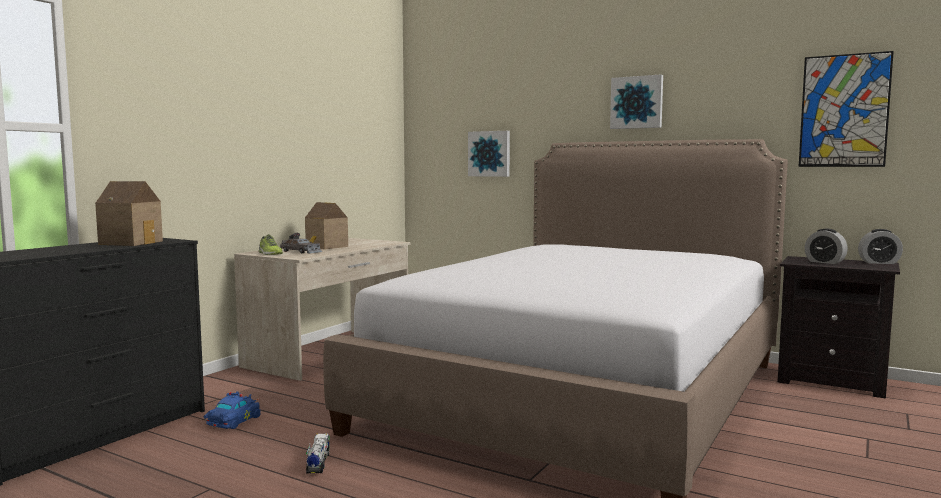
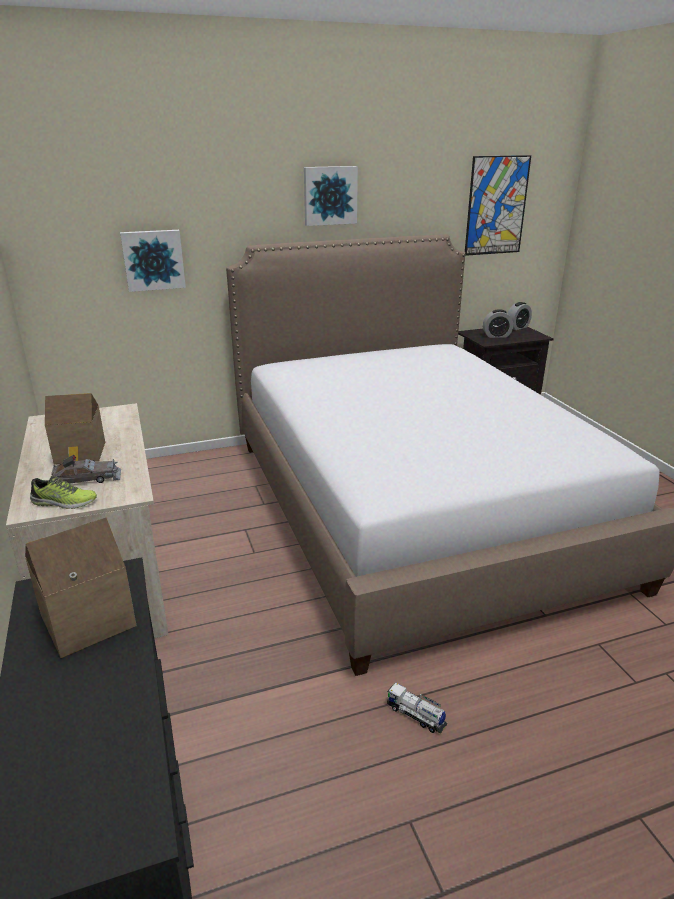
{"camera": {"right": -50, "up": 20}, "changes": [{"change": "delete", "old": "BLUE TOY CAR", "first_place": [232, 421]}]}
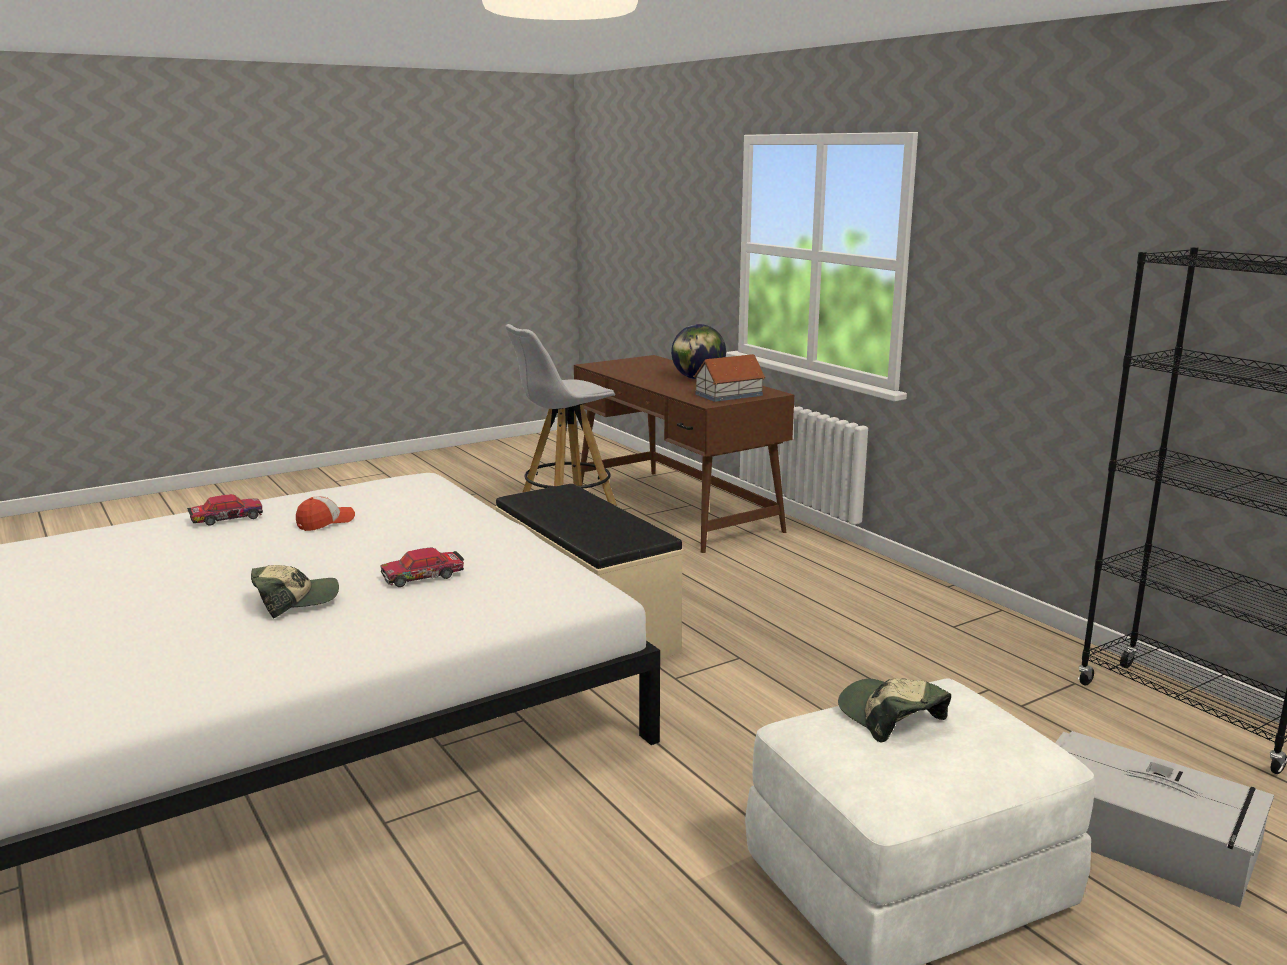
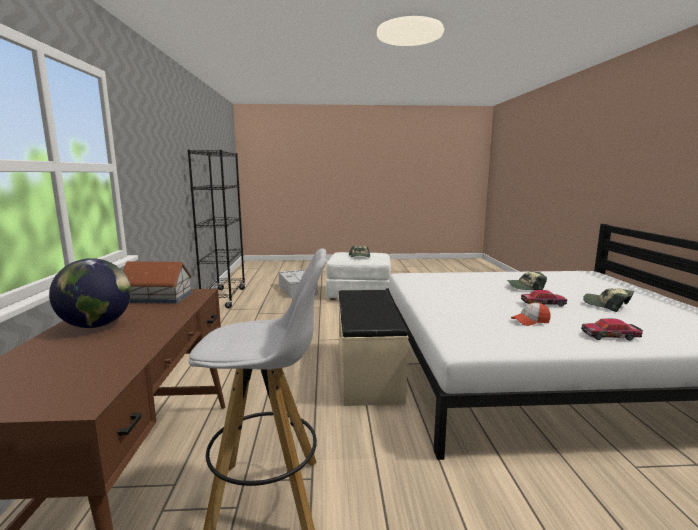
{"camera": {"right": -150, "up": -5}, "changes": [{"change": "move", "old": "TOY CAR", "first_place": [423, 576], "second_place": [542, 304]}, {"change": "insert", "new": "BASEBALL CAP", "second_place": [607, 305]}]}
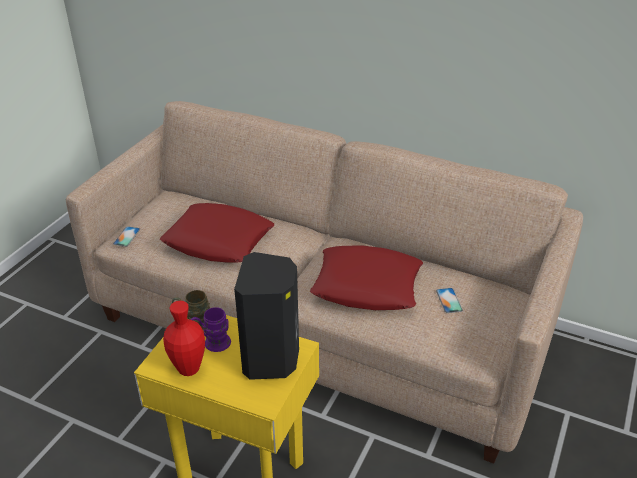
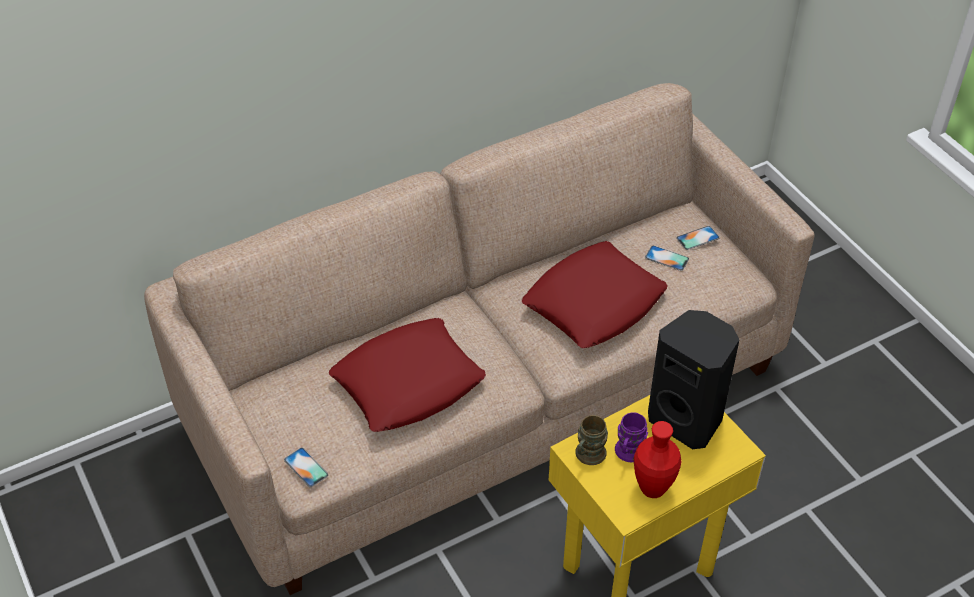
{"camera": {"right": -55, "up": 10}, "changes": [{"change": "insert", "new": "HANDSET", "second_place": [697, 238]}]}
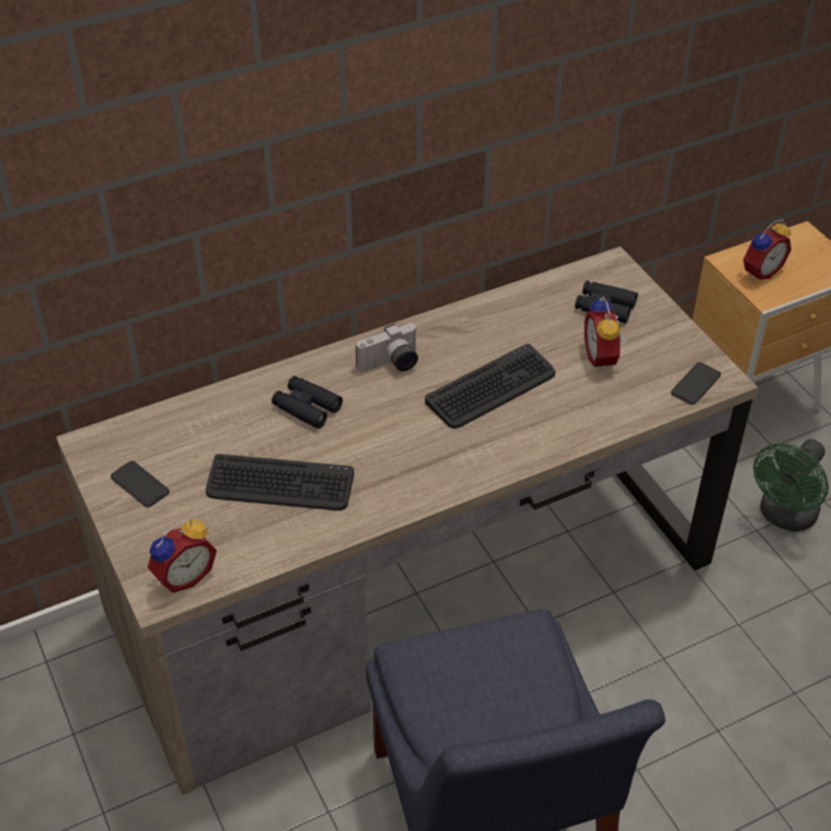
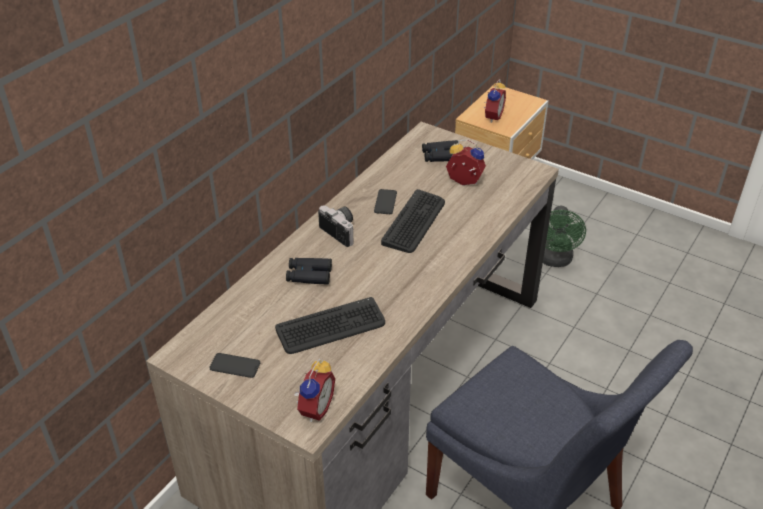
{"camera": {"right": -30, "up": -5}, "changes": [{"change": "rotate", "old": "PHOTO CAMERA", "first_place": [391, 364], "second_place": [341, 231], "degrees": -75}, {"change": "move", "old": "HANDSET", "first_place": [695, 384], "second_place": [385, 202]}, {"change": "rotate", "old": "ALARM CLOCK", "first_place": [603, 357], "second_place": [463, 182], "degrees": 150}]}
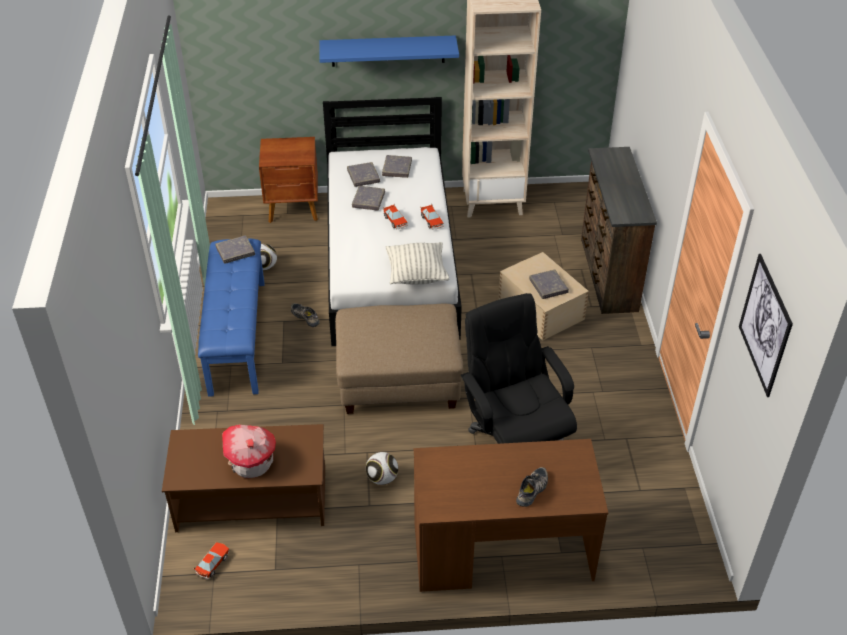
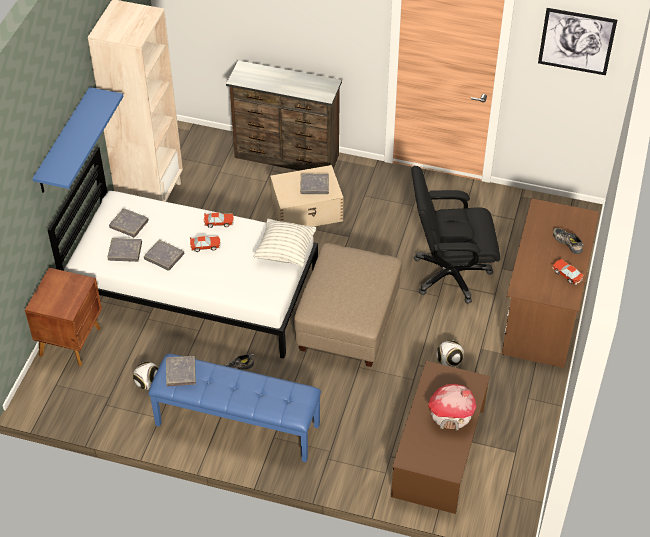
{"camera": {"right": -70, "up": 5}, "changes": [{"change": "move", "old": "TOY CAR", "first_place": [213, 563], "second_place": [567, 275]}]}
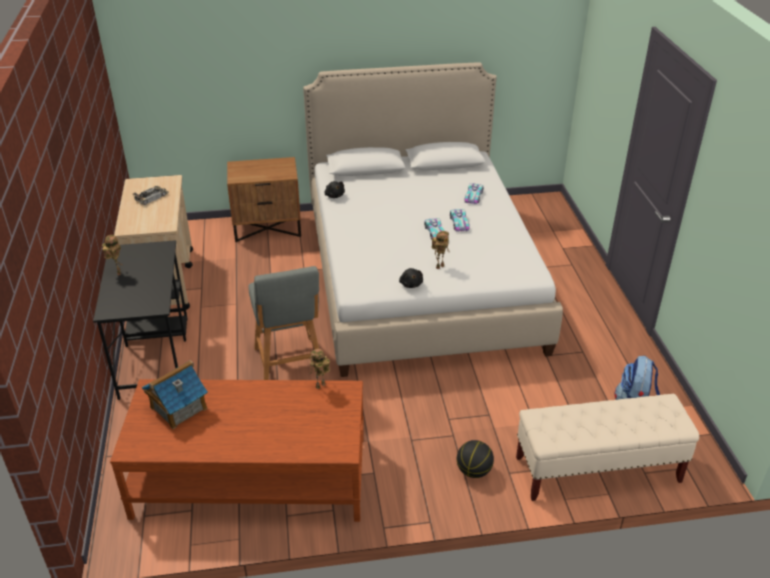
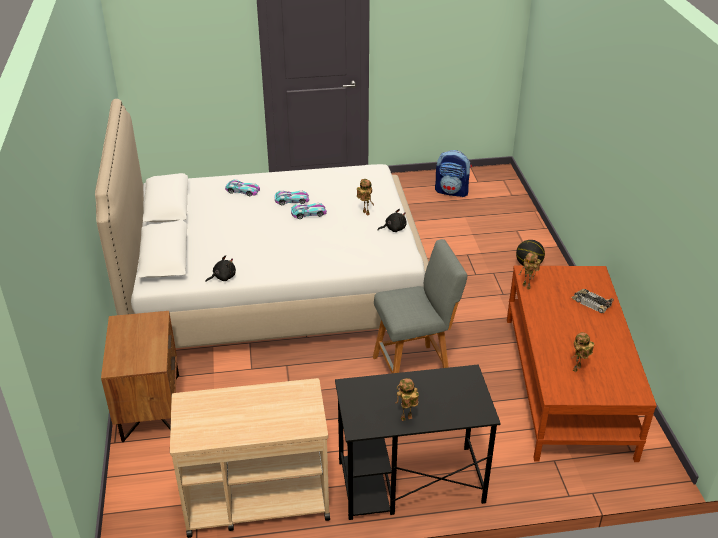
{"camera": {"right": -90, "up": 0}, "changes": [{"change": "replace", "old": "TOY HOUSE", "new": "ROBOT FIGURE", "first_place": [178, 408], "second_place": [577, 370]}, {"change": "move", "old": "TOY CAR", "first_place": [152, 197], "second_place": [591, 303]}, {"change": "delete", "old": "SAND-COLOURED BENCH", "first_place": [597, 470]}]}
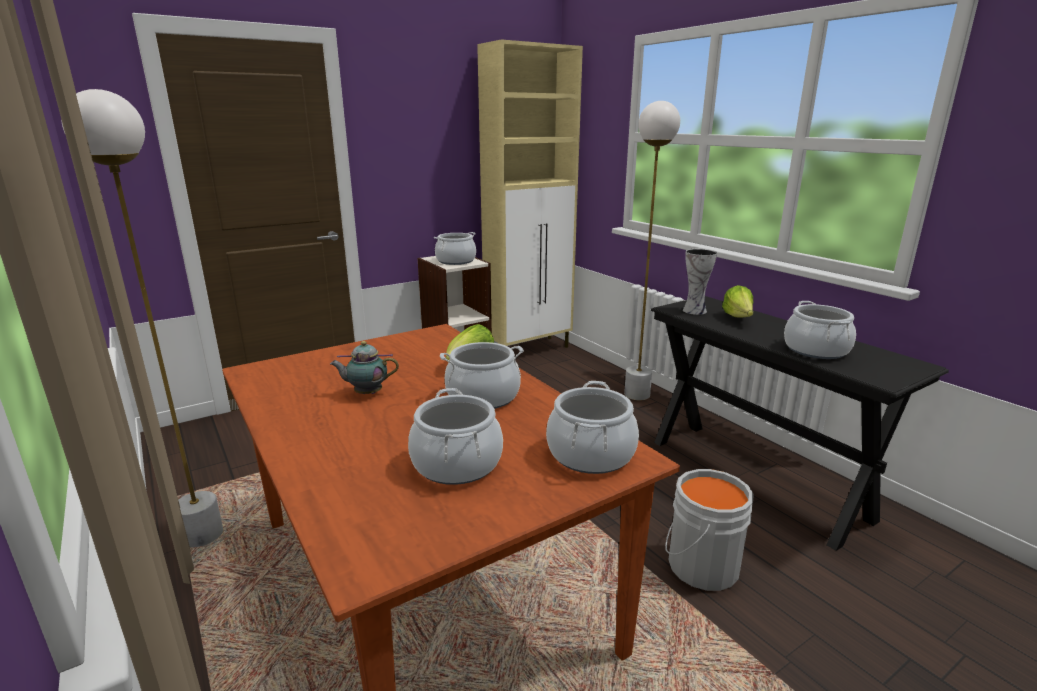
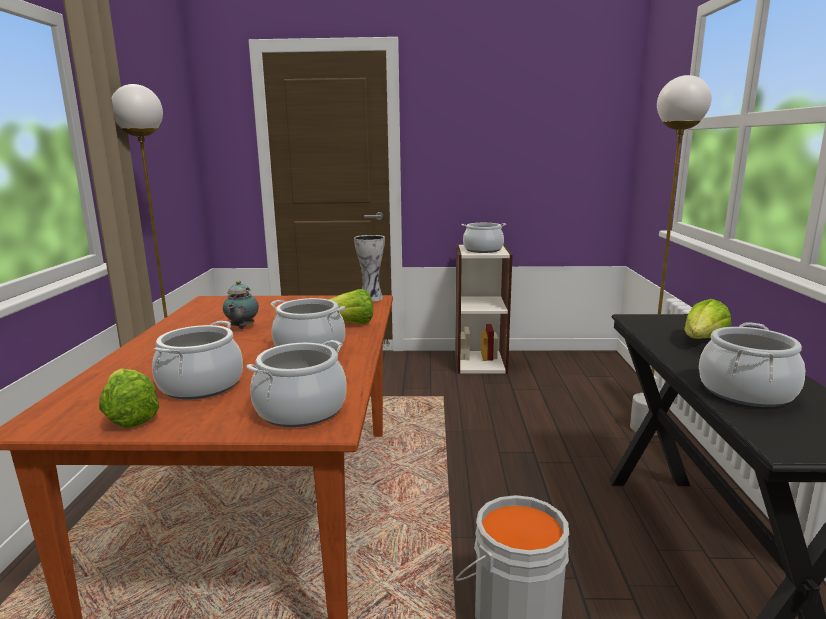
{"camera": {"right": 35, "up": -5}, "changes": [{"change": "insert", "new": "LETTUCE HEAD", "second_place": [129, 417]}, {"change": "rotate", "old": "TEAPOT", "first_place": [366, 393], "second_place": [241, 328], "degrees": -120}, {"change": "move", "old": "VASE", "first_place": [694, 310], "second_place": [372, 298]}, {"change": "delete", "old": "SAND-COLOURED CUPBOARD", "first_place": [529, 349]}]}
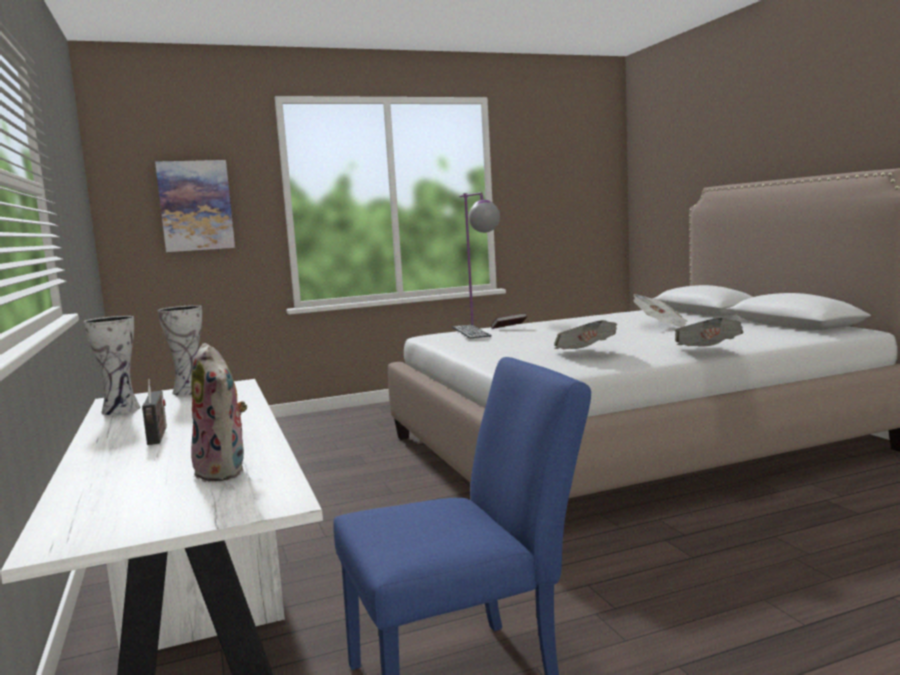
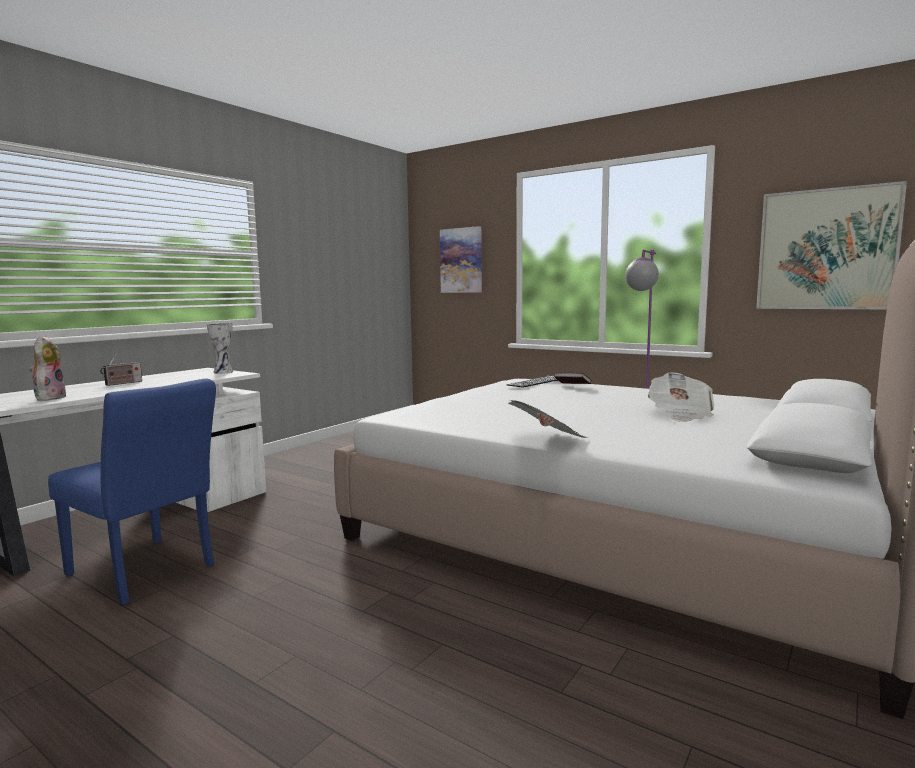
{"camera": {"right": 55, "up": 0}, "changes": [{"change": "rotate", "old": "SOFT TOY", "first_place": [225, 471], "second_place": [49, 398], "degrees": 150}, {"change": "insert", "new": "WALL ART", "second_place": [826, 249]}, {"change": "delete", "old": "VASE", "first_place": [123, 409]}, {"change": "delete", "old": "DAILY PAPER", "first_place": [585, 354]}]}
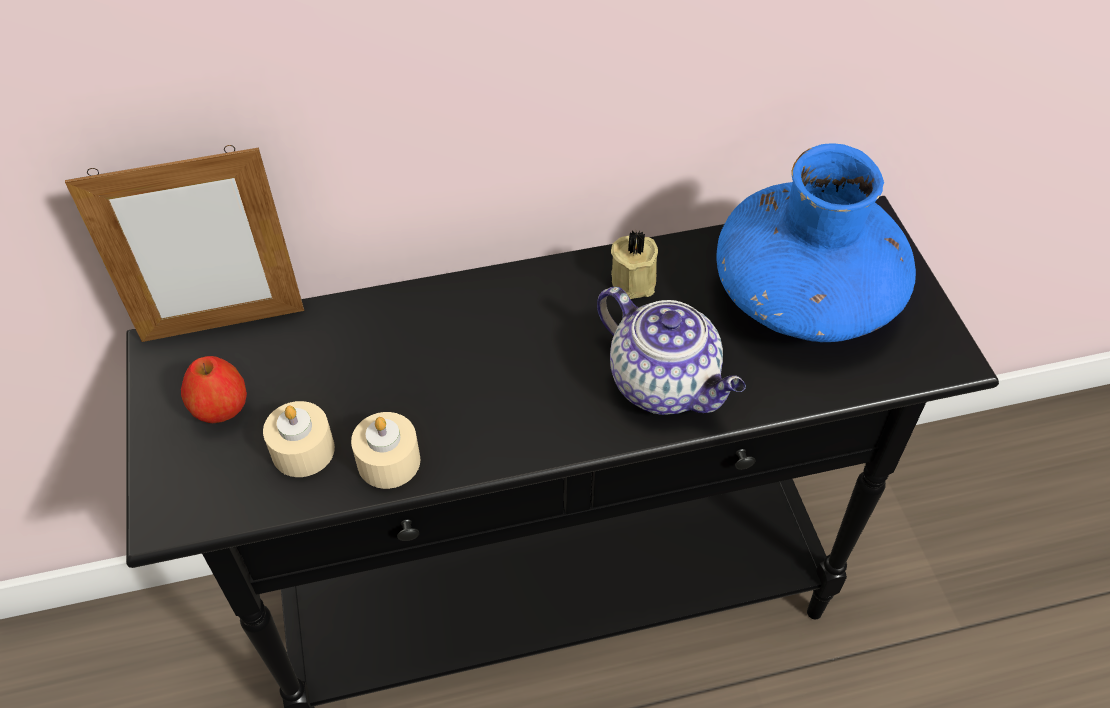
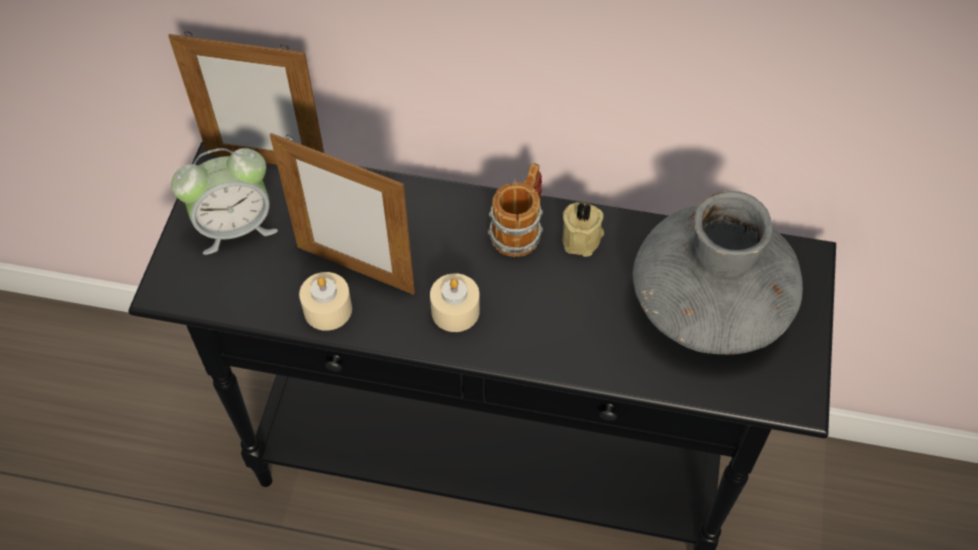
{"camera": {"right": 25, "up": 5}, "changes": [{"change": "replace", "old": "WHOLE APPLE", "new": "ALARM CLOCK", "first_place": [221, 410], "second_place": [235, 227]}, {"change": "insert", "new": "PHOTO FRAME", "second_place": [355, 269]}, {"change": "move", "old": "SAND-COLOURED WAX LIGHT", "first_place": [303, 450], "second_place": [455, 311]}, {"change": "insert", "new": "COFFEE MUG", "second_place": [520, 228]}, {"change": "recolor", "old": "BLUE VASE", "new": "GREY VASE", "first_place": [805, 296], "second_place": [710, 303]}, {"change": "delete", "old": "TEAPOT", "first_place": [665, 384]}]}
